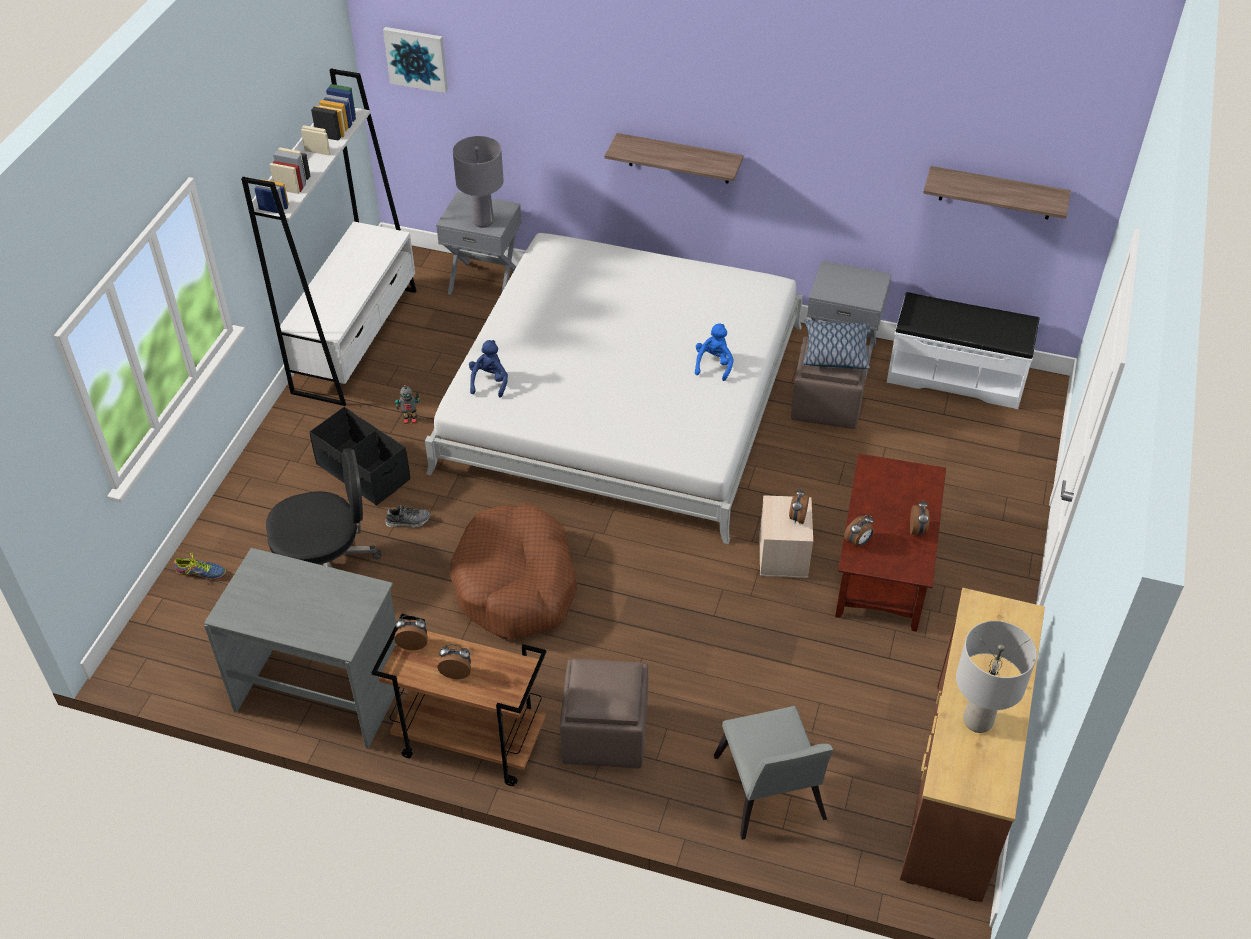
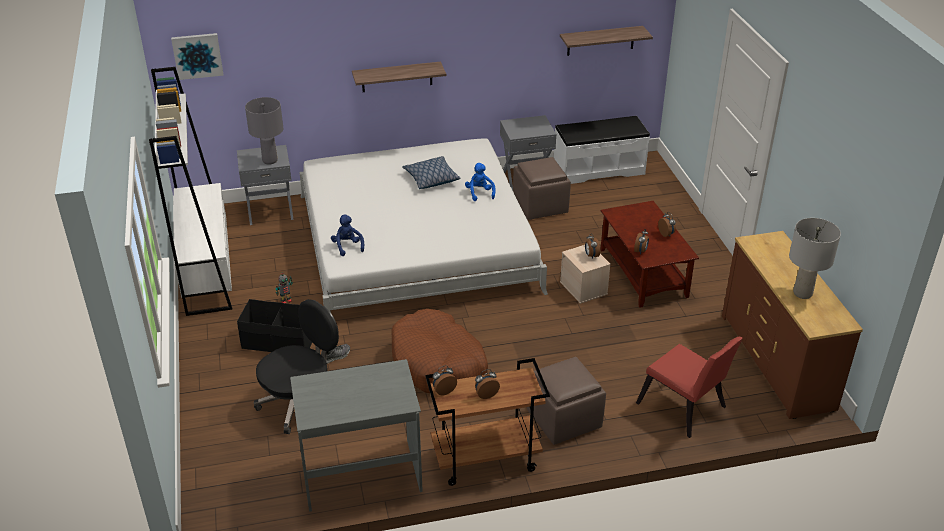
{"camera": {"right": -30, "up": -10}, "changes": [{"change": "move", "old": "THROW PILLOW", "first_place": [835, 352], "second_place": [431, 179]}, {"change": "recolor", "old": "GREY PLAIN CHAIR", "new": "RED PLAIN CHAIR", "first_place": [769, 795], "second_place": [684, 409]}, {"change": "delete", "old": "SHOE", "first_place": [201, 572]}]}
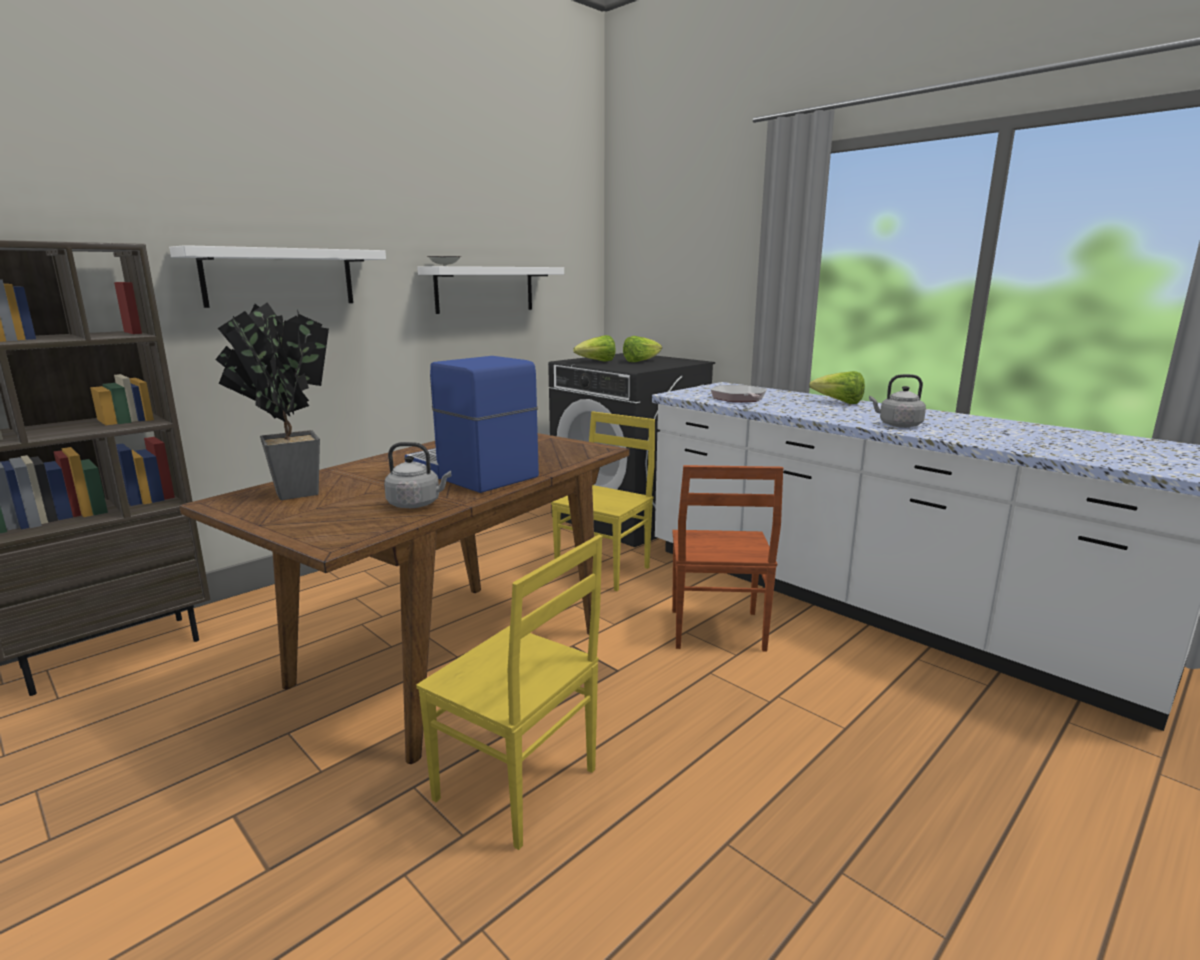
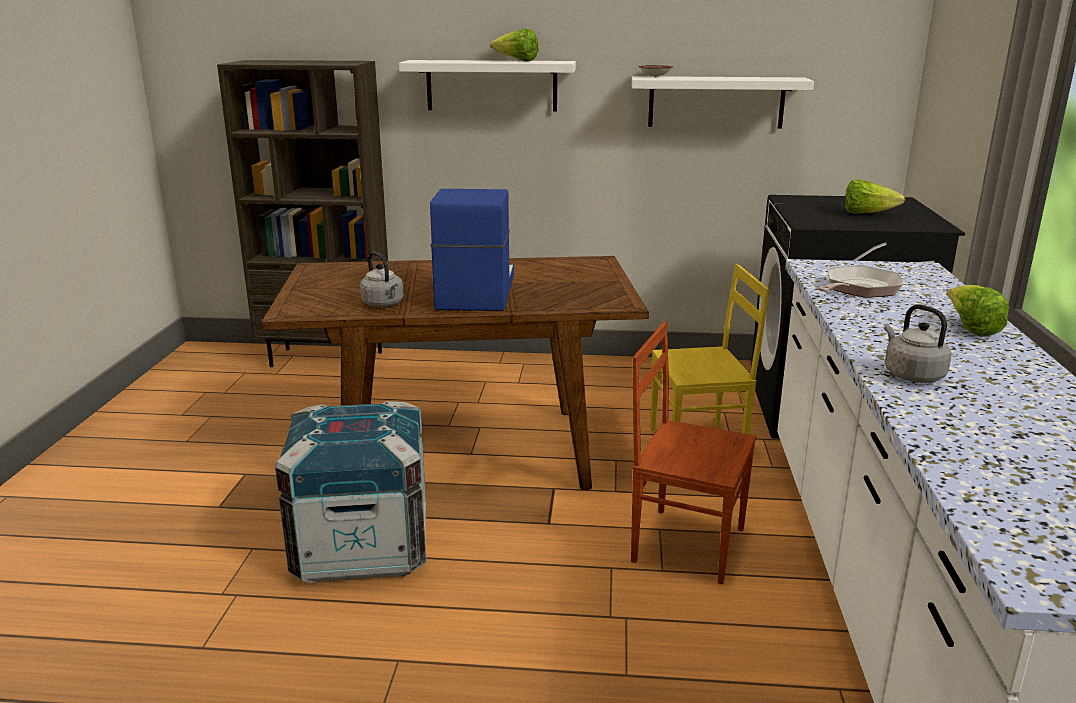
{"camera": {"right": 50, "up": 5}, "changes": [{"change": "replace", "old": "YELLOWISH PLAIN CHAIR", "new": "CRATE", "first_place": [516, 787], "second_place": [362, 547]}, {"change": "move", "old": "LETTUCE HEAD", "first_place": [597, 362], "second_place": [516, 61]}, {"change": "rotate", "old": "BROWN PLAIN CHAIR", "first_place": [715, 631], "second_place": [687, 543], "degrees": 60}, {"change": "delete", "old": "POTTED PLANT", "first_place": [288, 493]}]}
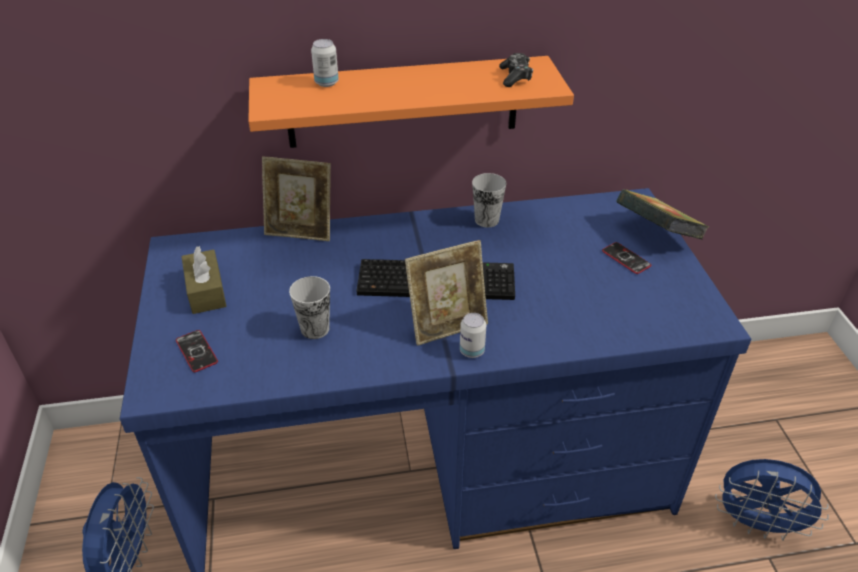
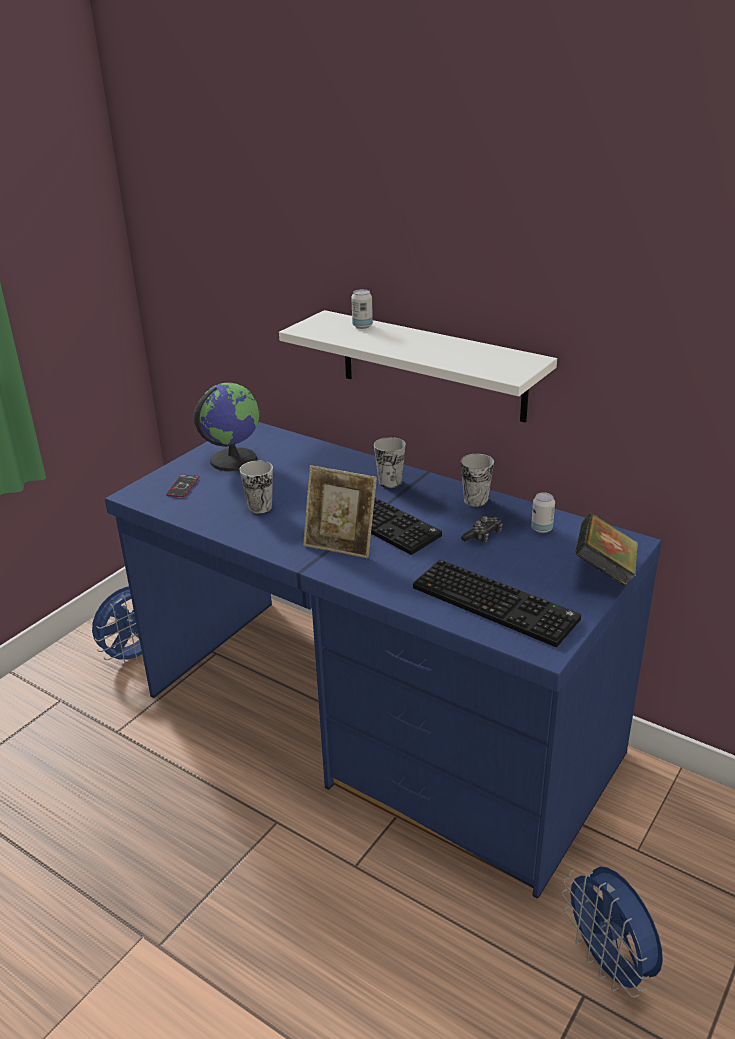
{"camera": {"right": 45, "up": -10}, "changes": [{"change": "replace", "old": "BROWN TISSUE HOLDER", "new": "WORLD GLOBE", "first_place": [206, 291], "second_place": [233, 459]}, {"change": "recolor", "old": "ORANGE WALL SHELF", "new": "WHITE-COLOURED WALL SHELF", "first_place": [403, 102], "second_place": [432, 365]}, {"change": "insert", "new": "DRINKING CUP", "second_place": [390, 482]}, {"change": "insert", "new": "PC KEYBOARD", "second_place": [497, 603]}, {"change": "move", "old": "GAME CONTROLLER", "first_place": [515, 77], "second_place": [483, 536]}, {"change": "move", "old": "SEALED CAN", "first_place": [472, 351], "second_place": [541, 529]}, {"change": "delete", "old": "PHOTO FRAME", "first_place": [300, 230]}, {"change": "delete", "old": "HANDSET", "first_place": [626, 258]}]}
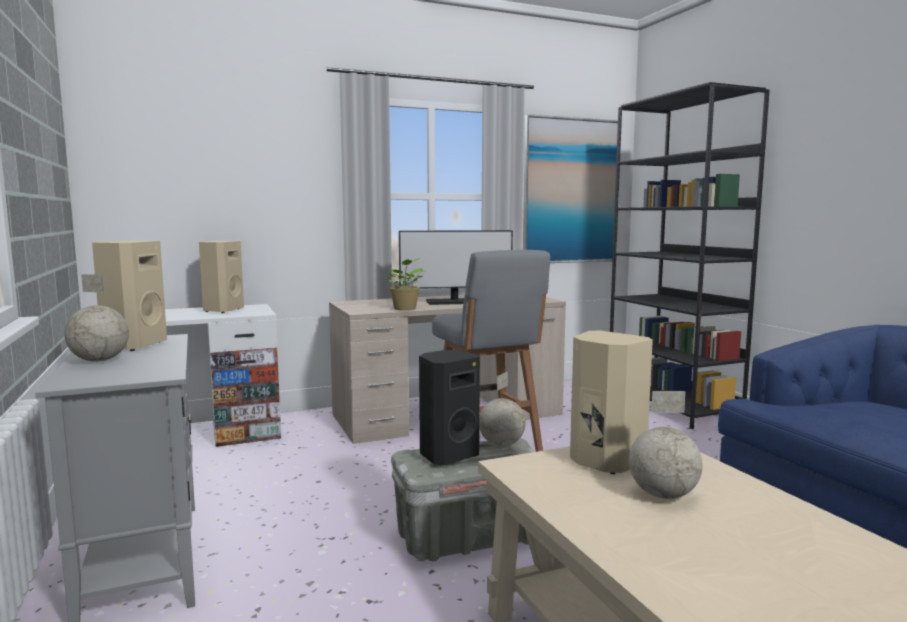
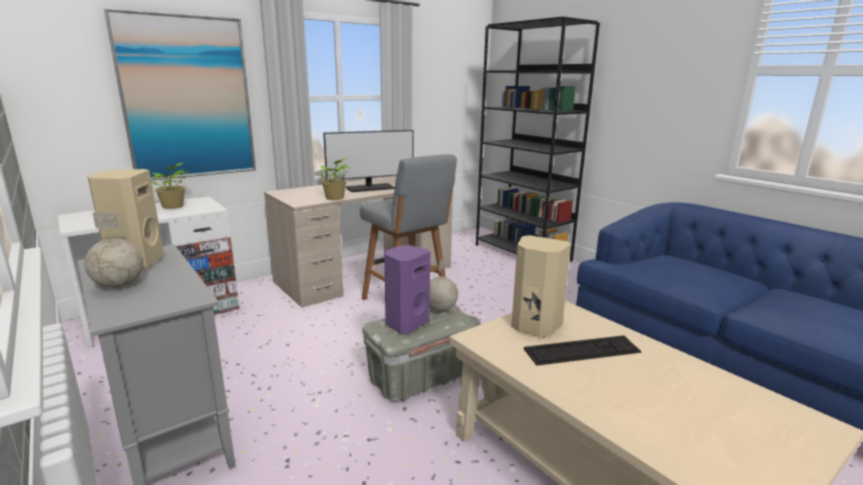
{"camera": {"right": -15, "up": 10}, "changes": [{"change": "move", "old": "WALL ART", "first_place": [570, 191], "second_place": [188, 98]}, {"change": "replace", "old": "SAND-COLOURED SPEAKER", "new": "POTTED PLANT", "first_place": [222, 310], "second_place": [173, 207]}, {"change": "recolor", "old": "BLACK SPEAKER", "new": "PURPLISH SPEAKER", "first_place": [448, 455], "second_place": [406, 323]}, {"change": "replace", "old": "WORLD GLOBE", "new": "PC KEYBOARD", "first_place": [662, 495], "second_place": [582, 350]}]}
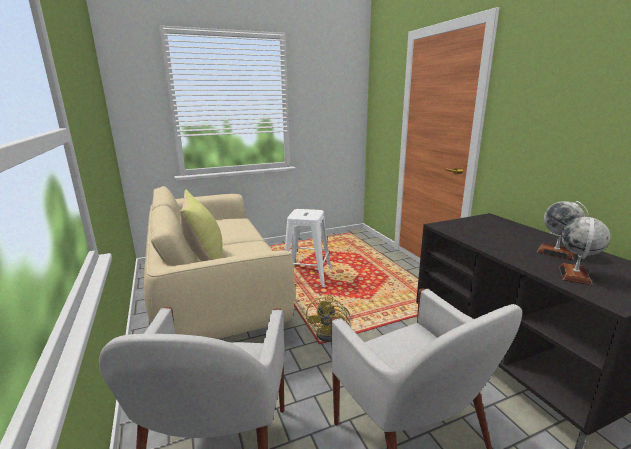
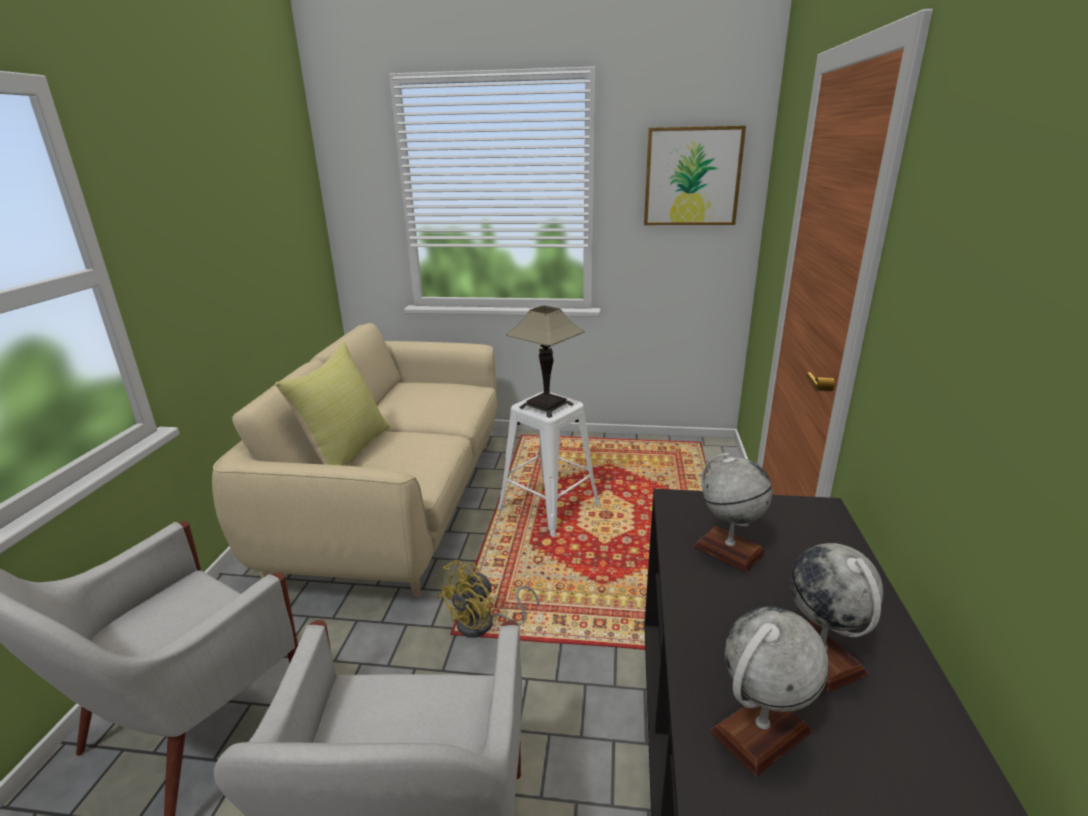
{"camera": {"right": 30, "up": 5}, "changes": [{"change": "insert", "new": "TABLETOP LAMP", "second_place": [546, 406]}, {"change": "insert", "new": "WALL ART", "second_place": [692, 177]}, {"change": "insert", "new": "WORLD GLOBE", "second_place": [728, 549]}]}
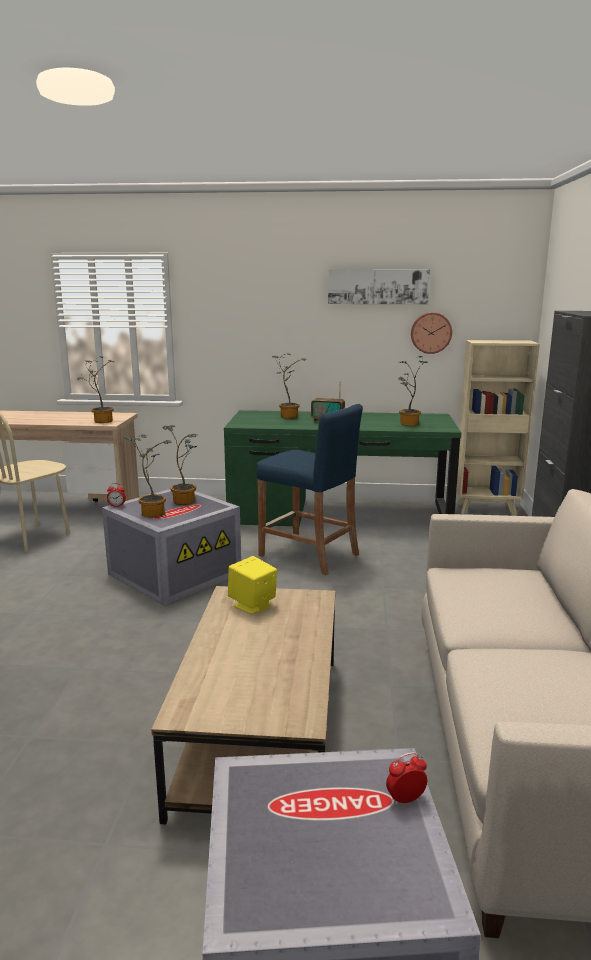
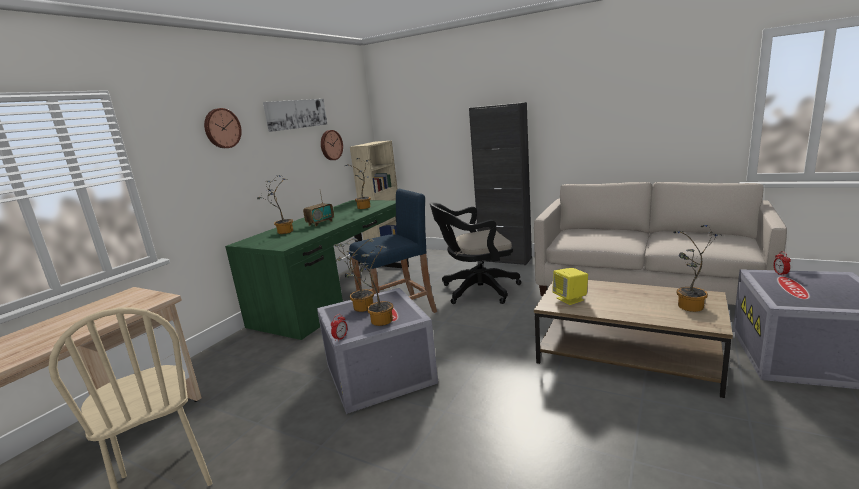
{"camera": {"right": -65, "up": 0}, "changes": [{"change": "insert", "new": "CLOCK ON THE WALL", "second_place": [221, 128]}, {"change": "insert", "new": "BLACK COMPUTER CHAIR", "second_place": [476, 291]}, {"change": "move", "old": "POTTED PLANT", "first_place": [101, 421], "second_place": [689, 308]}]}
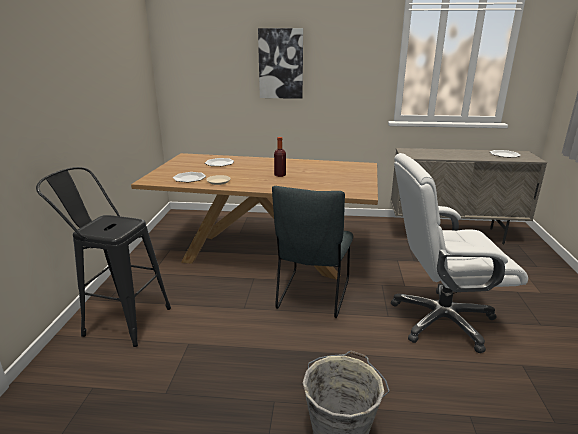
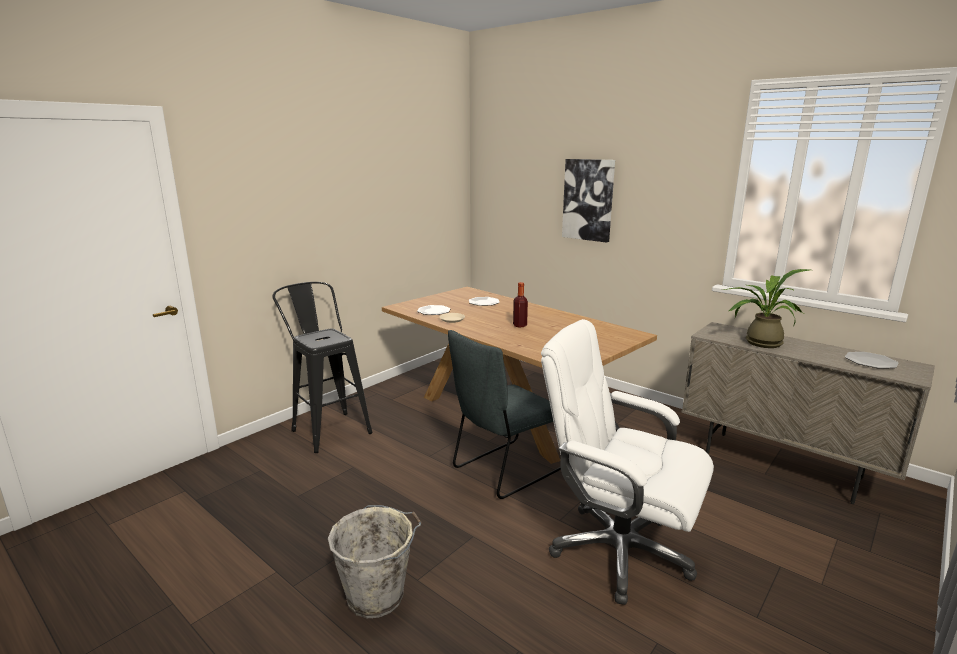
{"camera": {"right": 35, "up": -5}, "changes": [{"change": "insert", "new": "POTTED PLANT", "second_place": [758, 342]}]}
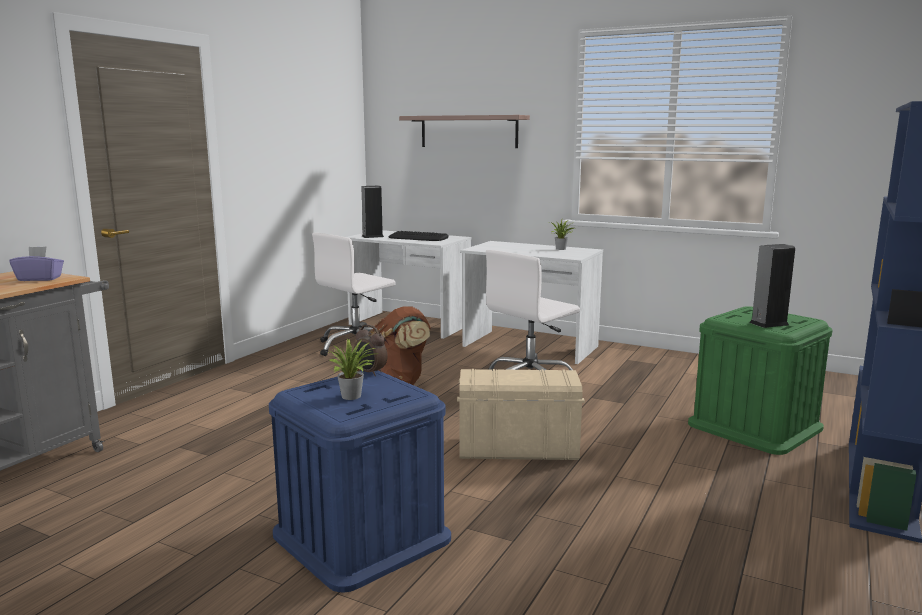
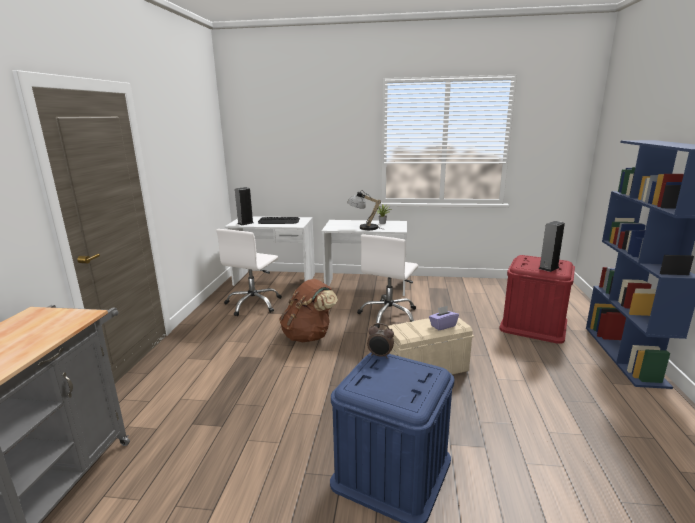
{"camera": {"right": -20, "up": 5}, "changes": [{"change": "insert", "new": "TABLETOP LAMP", "second_place": [363, 227]}, {"change": "move", "old": "PURPLISH TISSUE HOLDER", "first_place": [39, 279], "second_place": [442, 326]}, {"change": "recolor", "old": "GREEN-COLOURED STORAGE BOX", "new": "RED STORAGE BOX", "first_place": [754, 426], "second_place": [533, 325]}, {"change": "delete", "old": "POTTED PLANT", "first_place": [353, 396]}, {"change": "delete", "old": "WALL SHELF", "first_place": [468, 131]}]}
